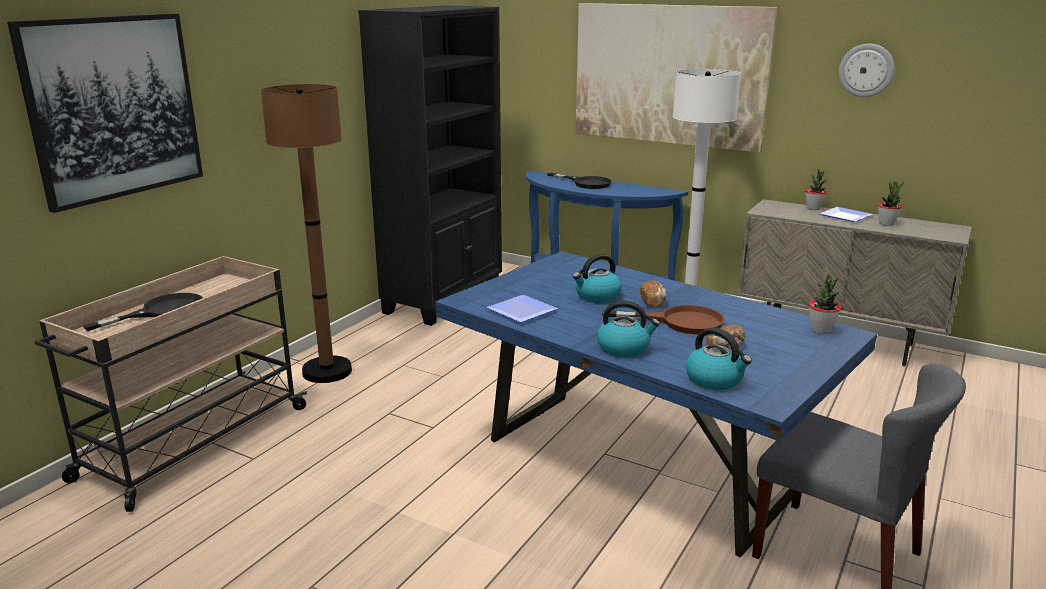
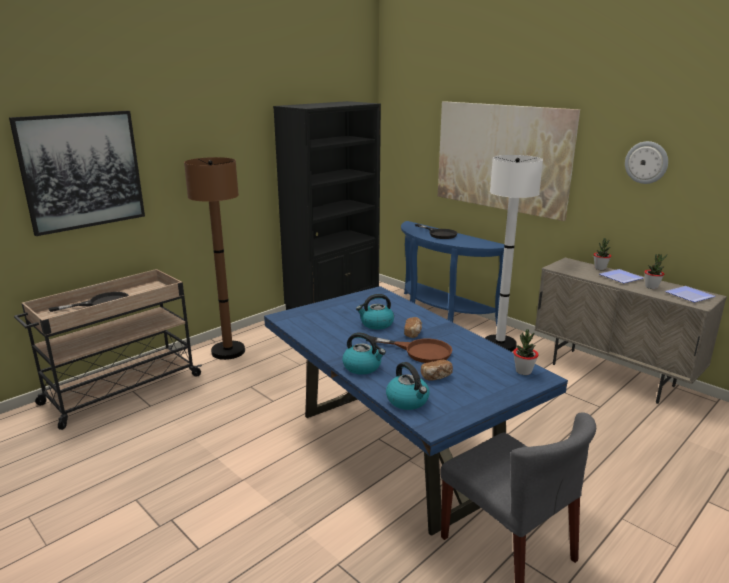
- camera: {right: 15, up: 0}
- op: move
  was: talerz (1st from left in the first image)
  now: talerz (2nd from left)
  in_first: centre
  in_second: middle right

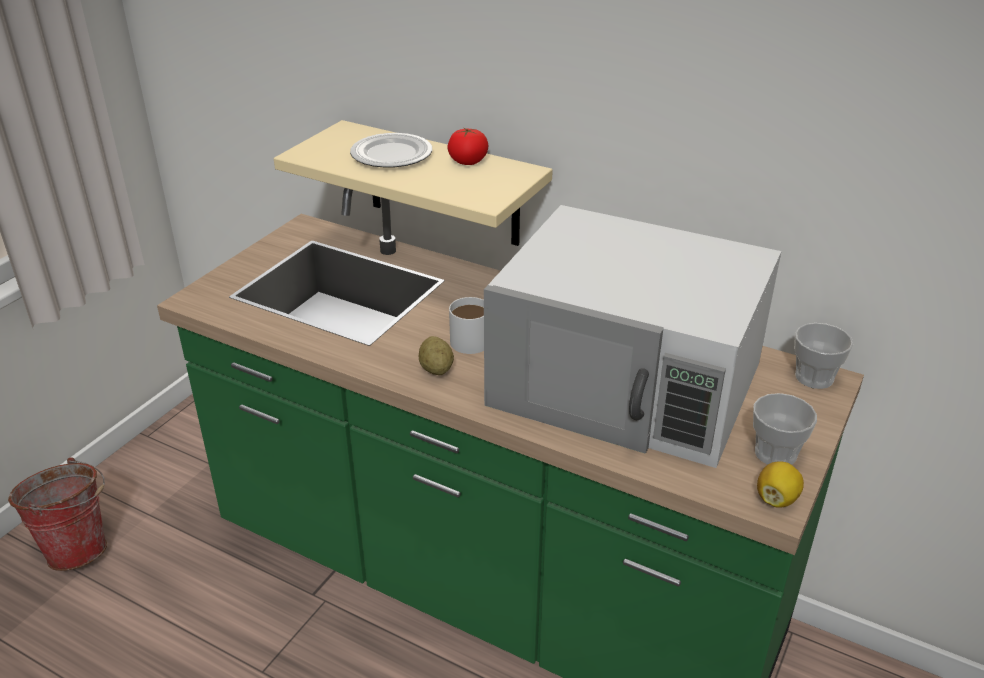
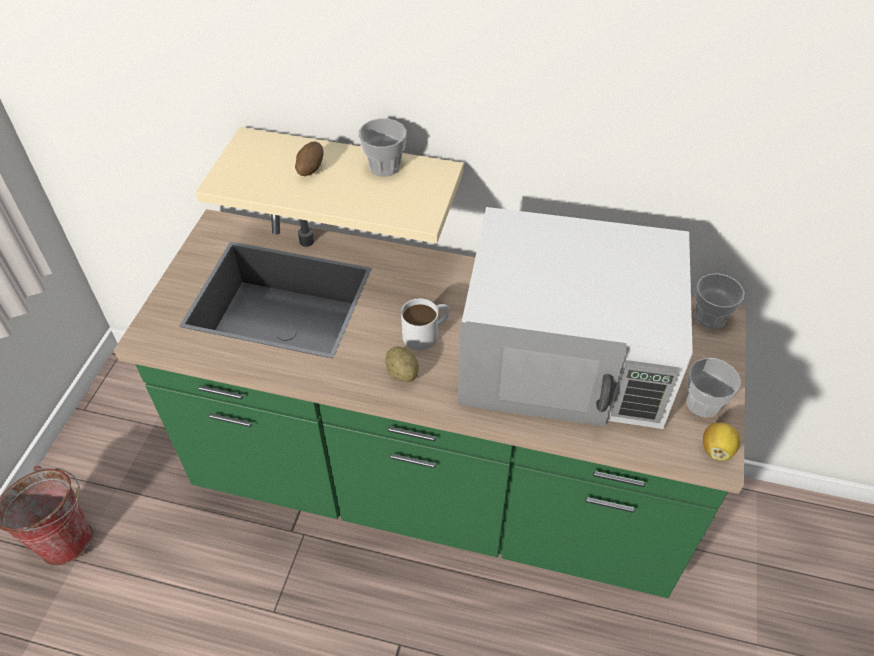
- camera: {right: -15, up: 15}
- op: replace
  was: talerz
  now: ziemniak (1st from left)
  in_first: top centre
  in_second: top centre
- op: replace
  was: pomidor
  now: filiżanka (1st from left)
  in_first: top centre
  in_second: top centre

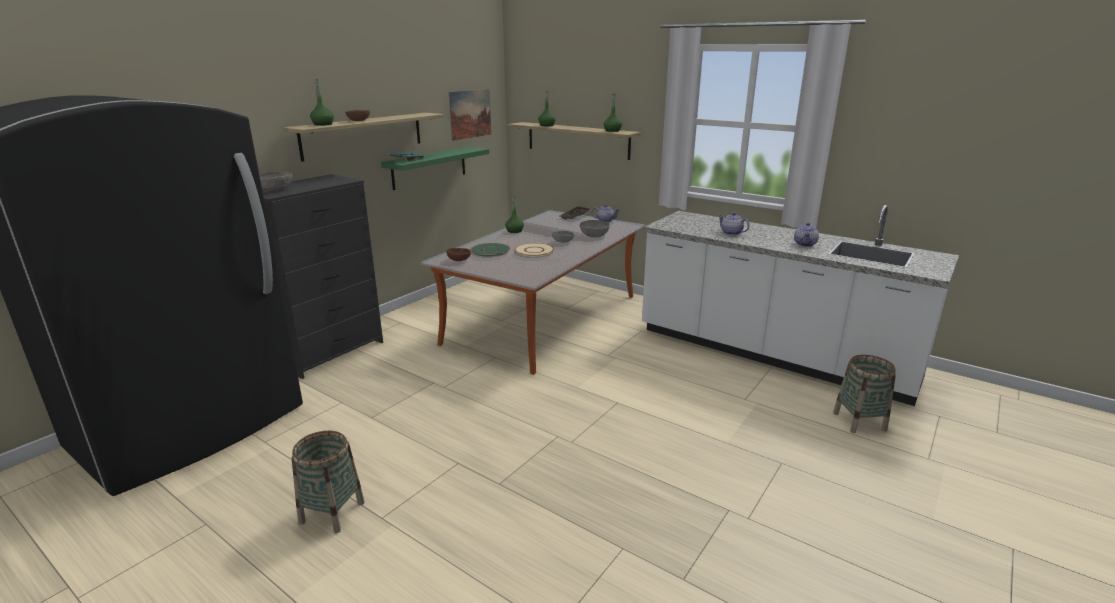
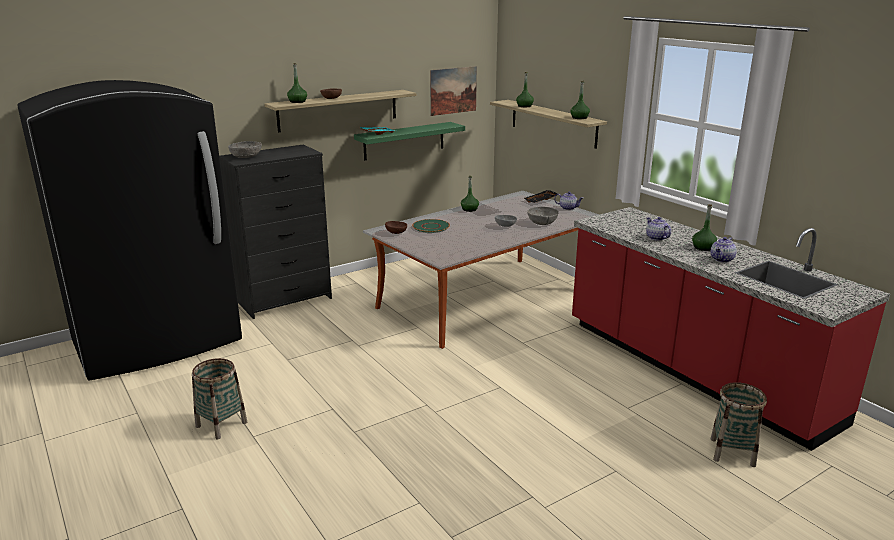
- camera: {right: 20, up: 0}
- op: recolor
  was: zabudowa kuchenna/biały
  now: zabudowa kuchenna/czerwony
  in_first: middle right
  in_second: middle right
- op: insert
  now: butelka/zielony (5th from left)
  in_second: middle right
- op: delete
  was: talerz/beżowy
  in_first: centre

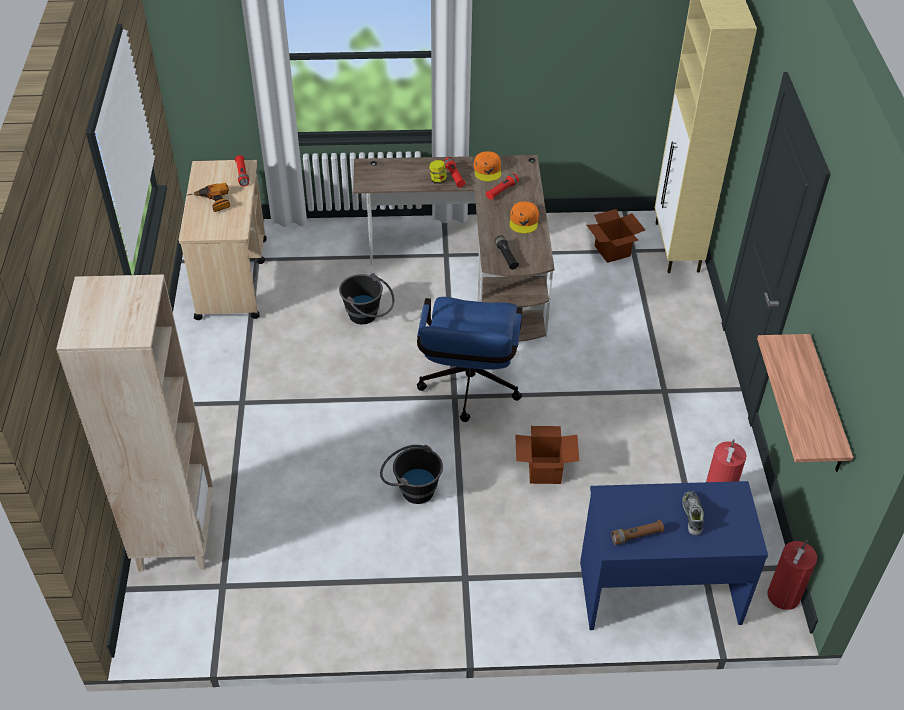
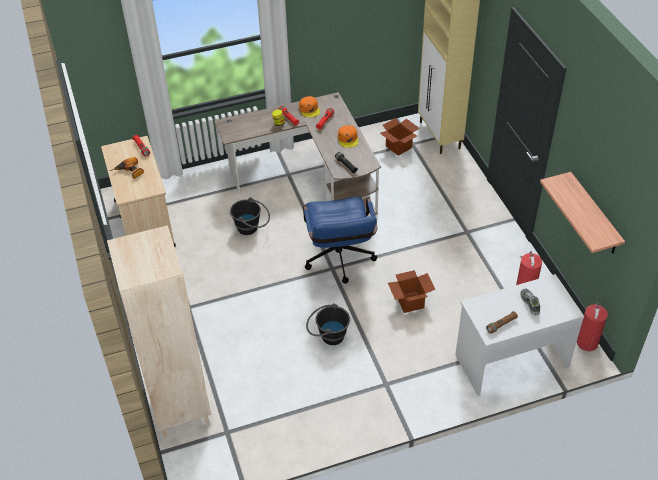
- camera: {right: -15, up: 0}
- op: recolor
  was: biurko/niebieski
  now: biurko/biały
  in_first: bottom right
  in_second: bottom right

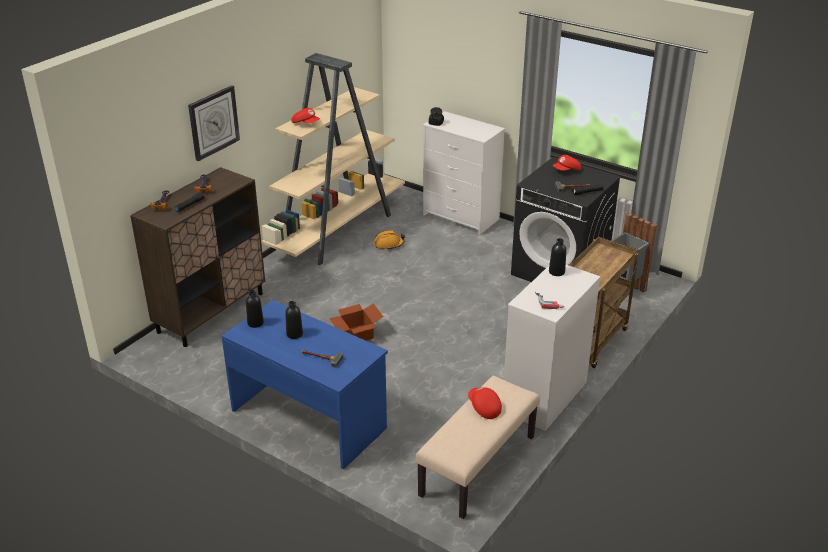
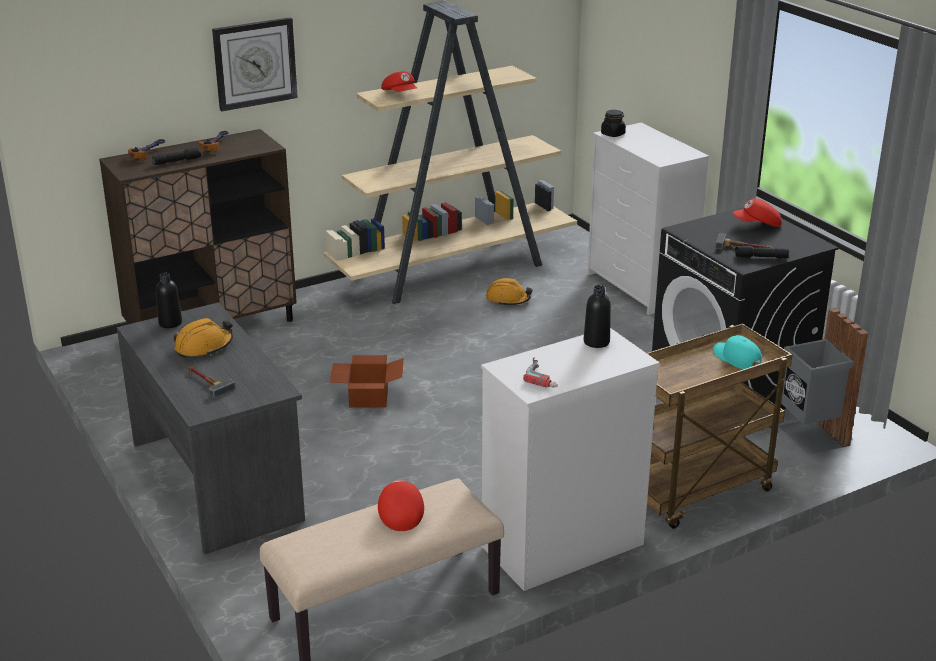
- camera: {right: 25, up: -5}
- op: recolor
  was: biurko/niebieski
  now: biurko/szary
  in_first: bottom centre
  in_second: middle left
- op: replace
  was: butelka/czarny (2nd from left)
  now: kask/pomarańczowy (1st from left)
  in_first: centre
  in_second: middle left
- op: insert
  now: czapka z daszkiem/turkusowy
  in_second: middle right

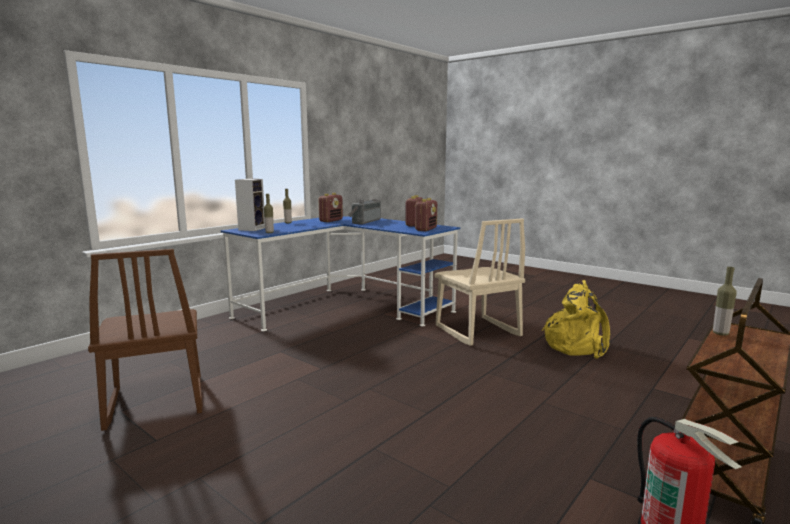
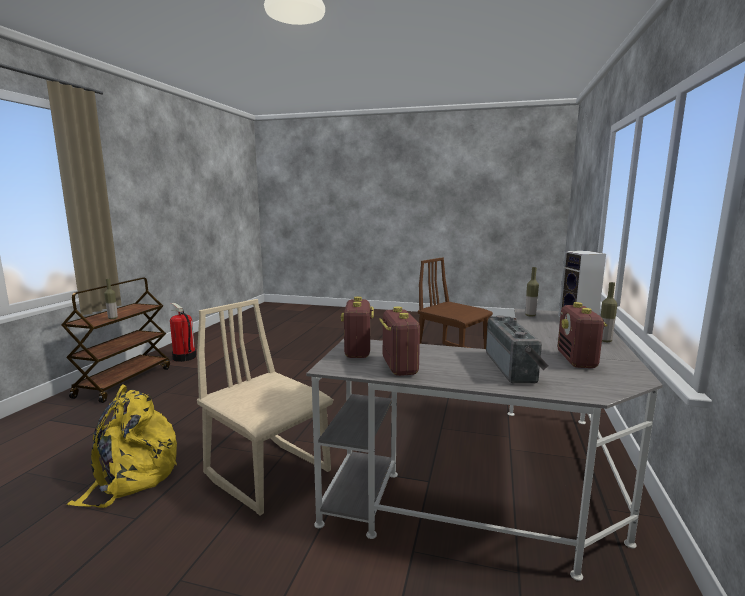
- camera: {right: 155, up: 0}
- op: recolor
  was: biurko/niebieski
  now: biurko/szary
  in_first: centre
  in_second: bottom centre

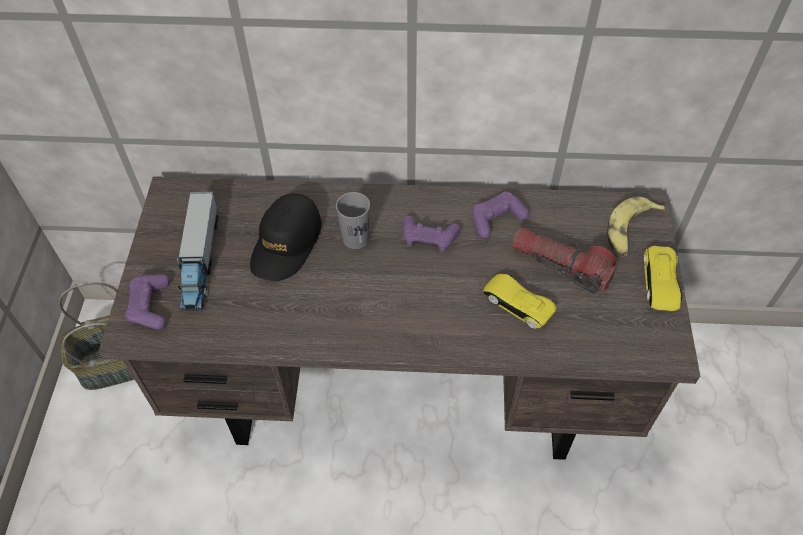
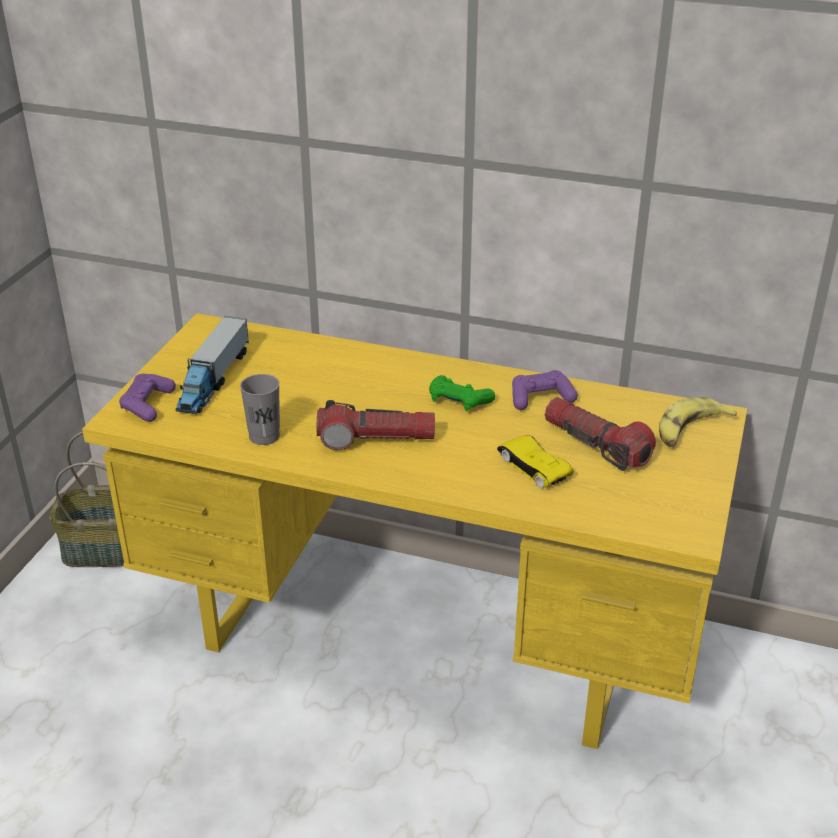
- camera: {right: 15, up: -20}
- op: recolor
  was: biurko/brązowy
  now: biurko/żółty
  in_first: centre
  in_second: centre
- op: move
  was: filiżanka/szary
  in_first: centre
  in_second: middle left
- op: insert
  now: latarka (1st from left)
  in_second: centre
- op: recolor
  was: pad do gier/fioletowy (2nd from left)
  now: pad do gier/zielony
  in_first: centre
  in_second: centre
- op: delete
  was: czapka z daszkiem/czarny
  in_first: centre
- op: delete
  was: samochodzik/żółty (2nd from left)
  in_first: middle right

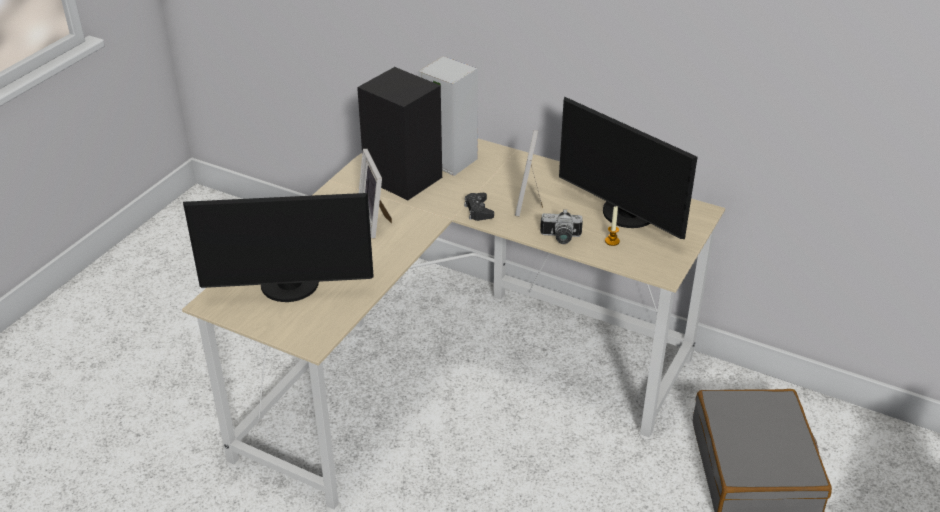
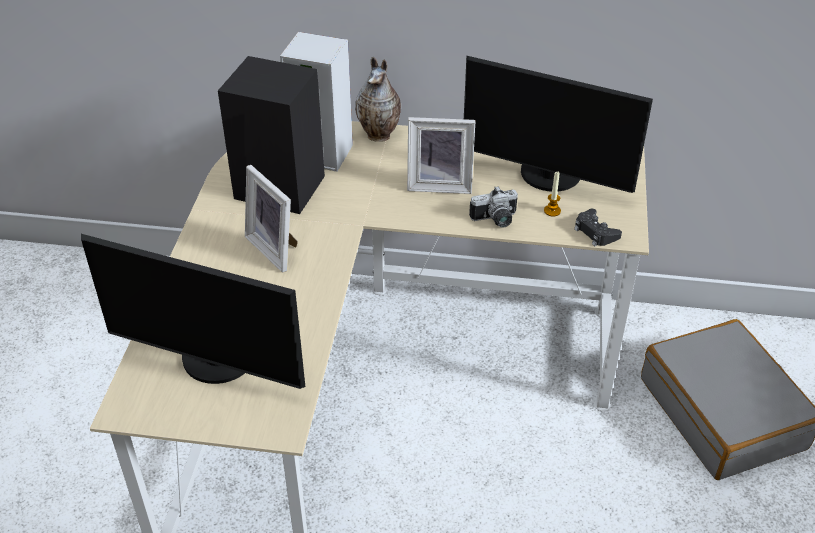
- camera: {right: -20, up: 5}
- op: rotate
  was: monitor (1st from left)
  in_first: middle left
  in_second: middle left
  clockwise: 45
- op: insert
  now: wazon
  in_second: top centre
- op: rotate
  was: ramka na zdjęcie (2nd from left)
  in_first: centre
  in_second: top centre
  clockwise: -75
- op: move
  was: pad do gier/czarny
  in_first: centre
  in_second: middle right

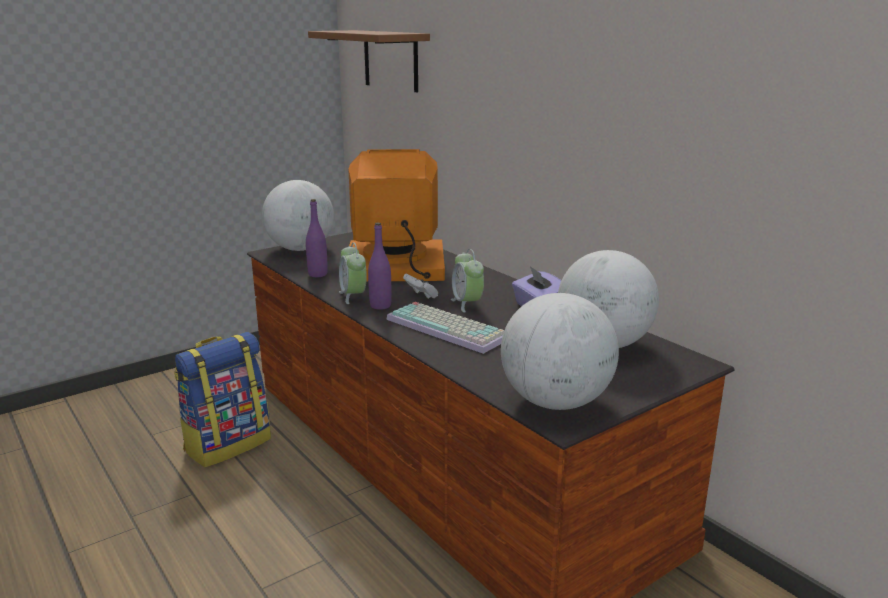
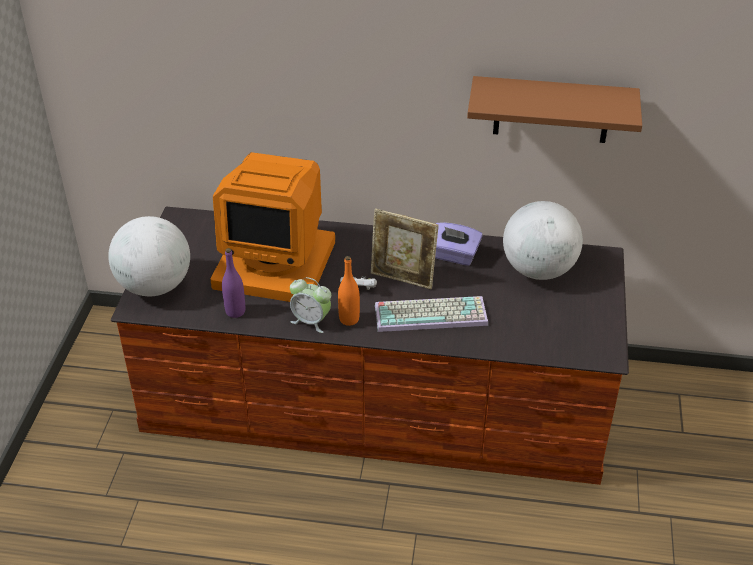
- camera: {right: -45, up: 20}
- op: rotate
  was: monitor
  in_first: centre
  in_second: centre
  clockwise: -120
- op: recolor
  was: butelka/fioletowy (2nd from left)
  now: butelka/pomarańczowy
  in_first: centre
  in_second: centre
- op: replace
  was: budzik (2nd from left)
  now: ramka na zdjęcie
  in_first: centre
  in_second: centre
- op: move
  was: półka/brązowy
  in_first: top centre
  in_second: top right
- op: delete
  was: plecak
  in_first: bottom left
- op: delete
  was: globus (2nd from left)
  in_first: centre

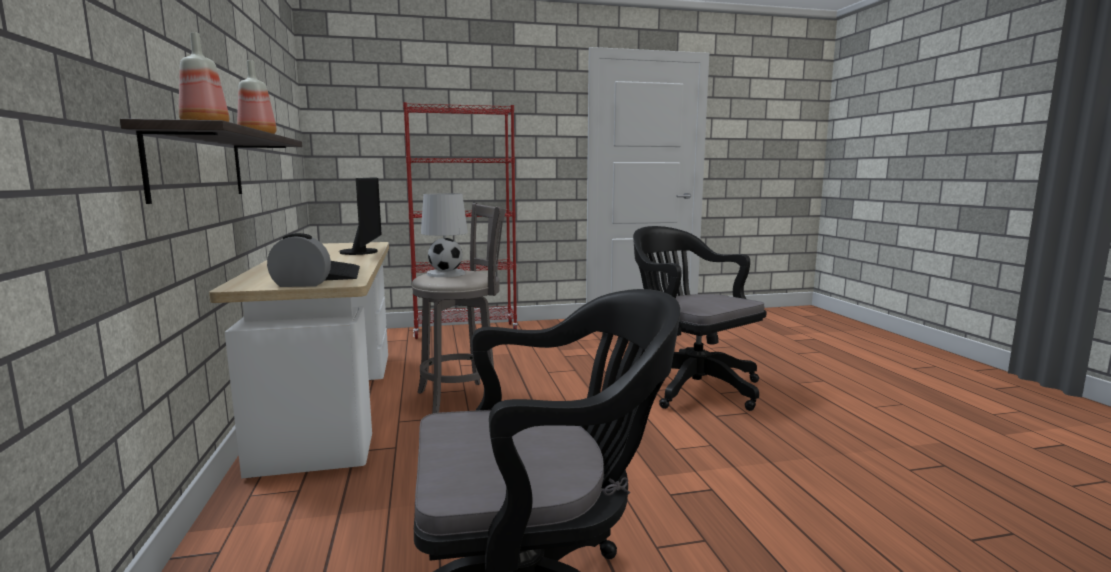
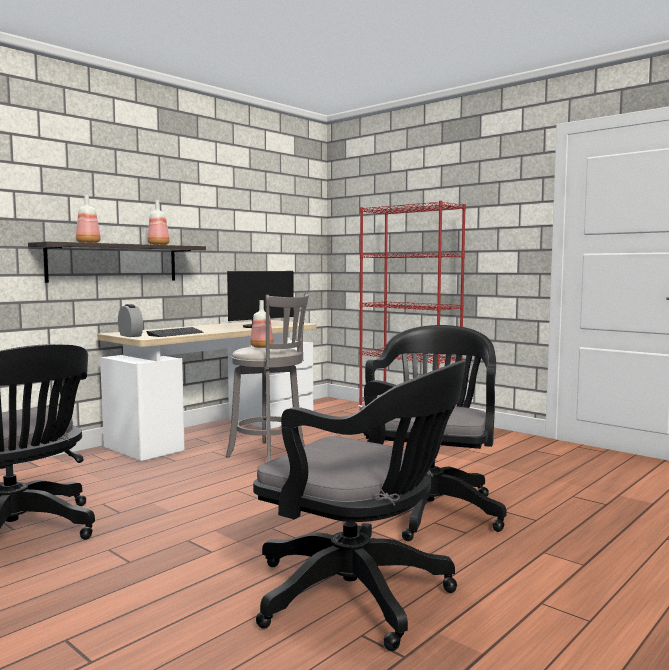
- camera: {right: 55, up: -5}
- op: replace
  was: lampa stołowa/biały
  now: butelka (3rd from left)
  in_first: centre
  in_second: centre
- op: insert
  now: krzesło biurowe/czarny (2nd from left)
  in_second: bottom centre

